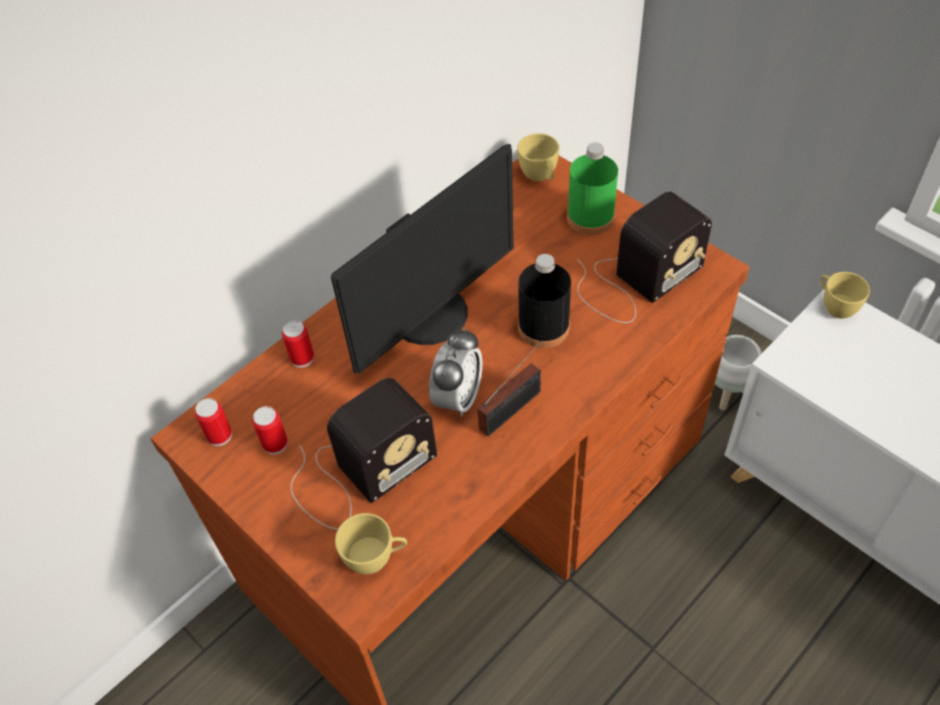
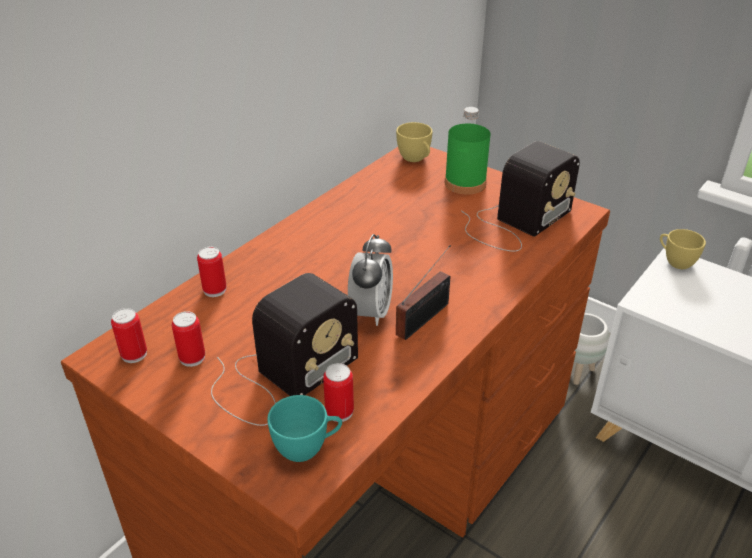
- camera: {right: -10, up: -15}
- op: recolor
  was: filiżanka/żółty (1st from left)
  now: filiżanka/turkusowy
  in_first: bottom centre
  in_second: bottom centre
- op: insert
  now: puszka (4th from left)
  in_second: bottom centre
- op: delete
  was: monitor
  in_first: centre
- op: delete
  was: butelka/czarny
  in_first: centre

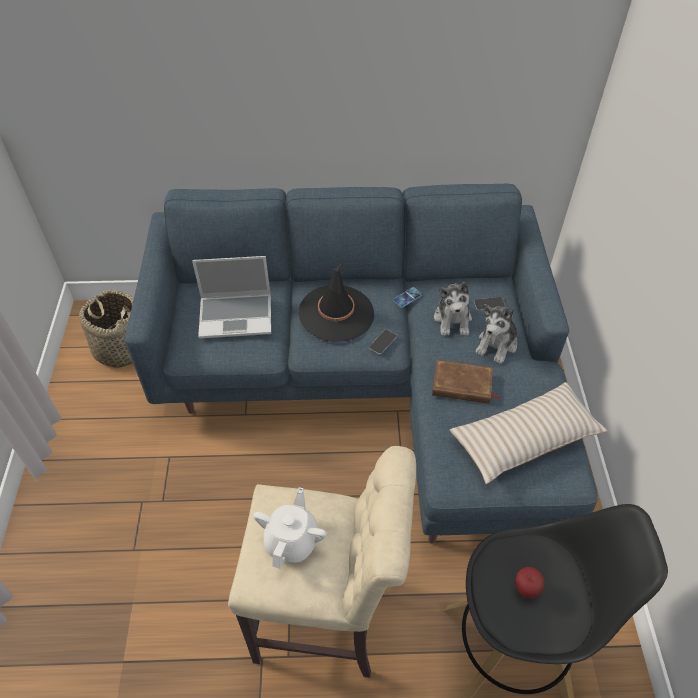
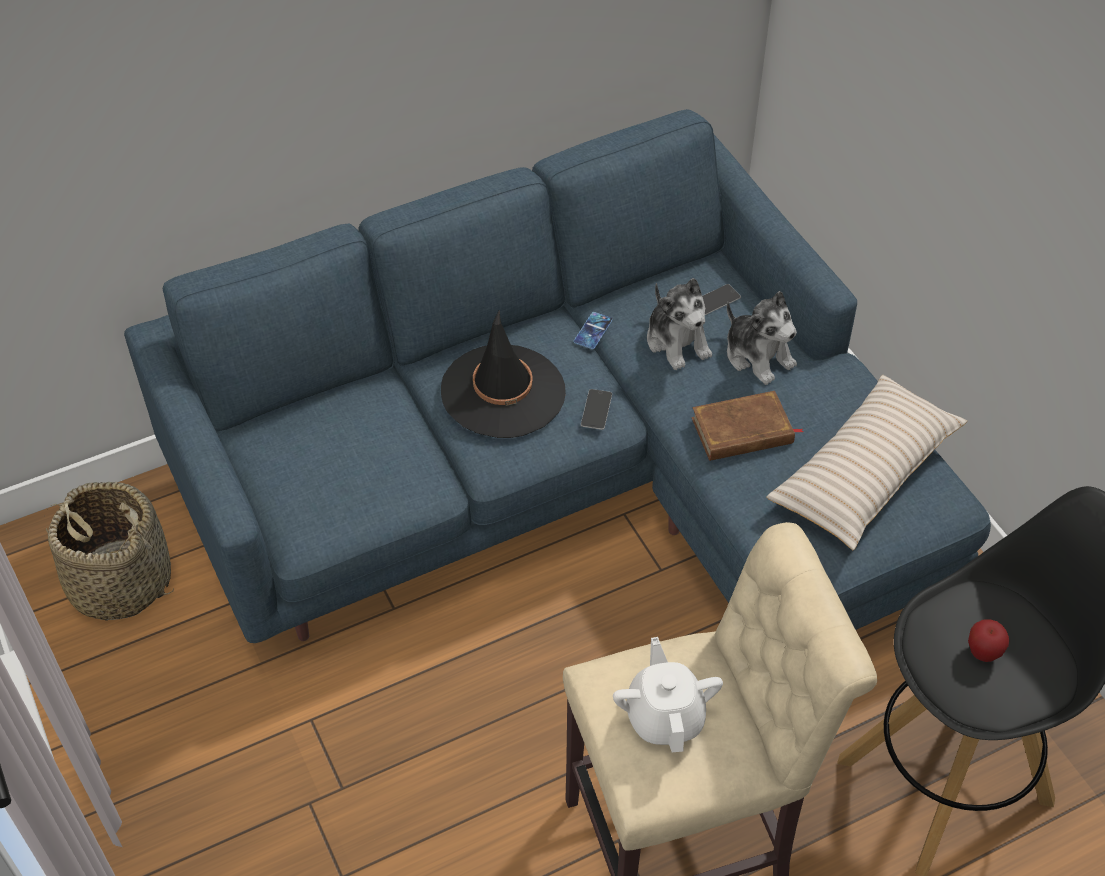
- camera: {right: -25, up: 0}
- op: rotate
  was: pluszak (2nd from left)
  in_first: middle right
  in_second: middle right
  clockwise: -45
- op: delete
  was: laptop
  in_first: middle left

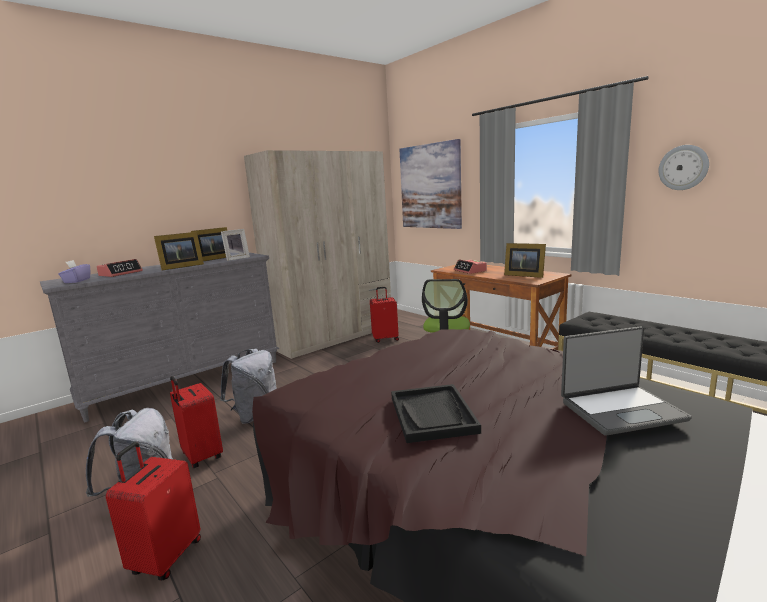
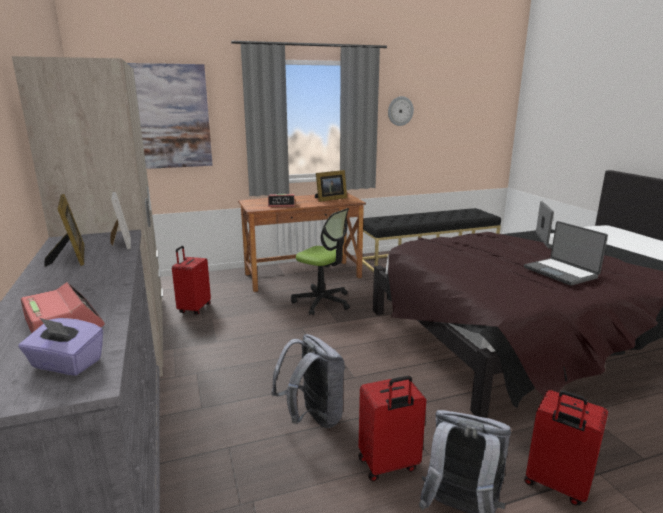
- camera: {right: -70, up: 5}
- op: replace
  was: taca/czarny
  now: laptop (2nd from left)
  in_first: bottom centre
  in_second: middle right
- op: delete
  was: ramka na zdjęcie (1st from left)
  in_first: middle left

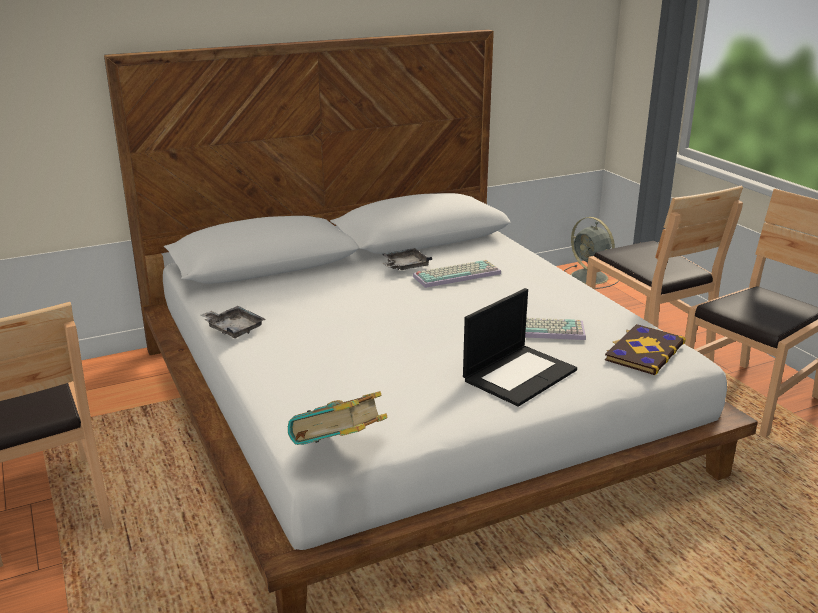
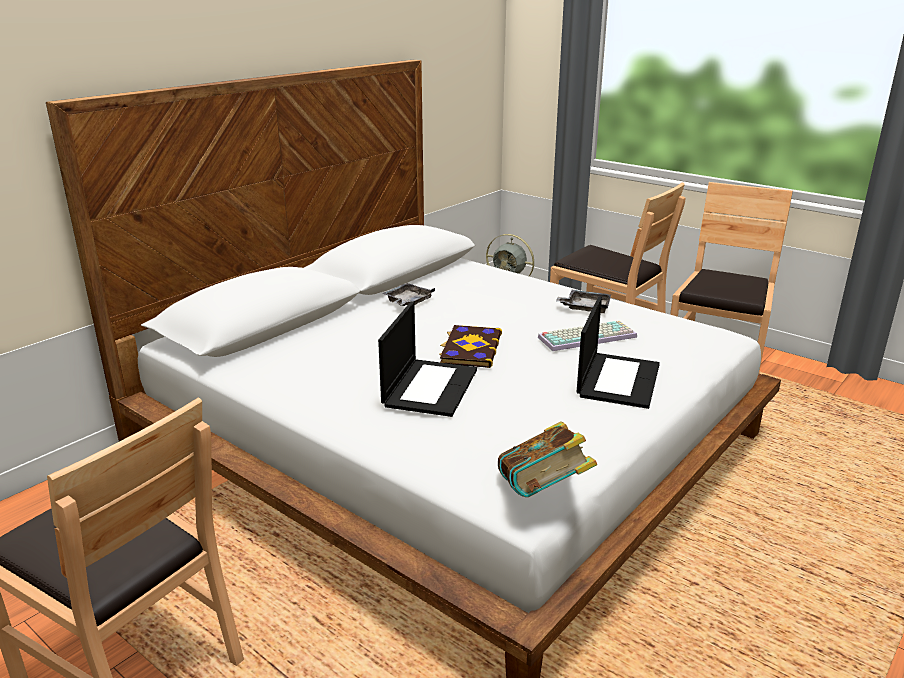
- camera: {right: -25, up: 0}
- op: insert
  now: laptop (1st from left)
  in_second: centre
- op: move
  was: książka (2nd from left in the first image)
  now: książka (1st from left)
  in_first: middle right
  in_second: centre
- op: move
  was: taca/szary (1st from left in the first image)
  now: taca/szary (2nd from left)
  in_first: middle left
  in_second: centre
- op: delete
  was: klawiatura (1st from left)
  in_first: centre

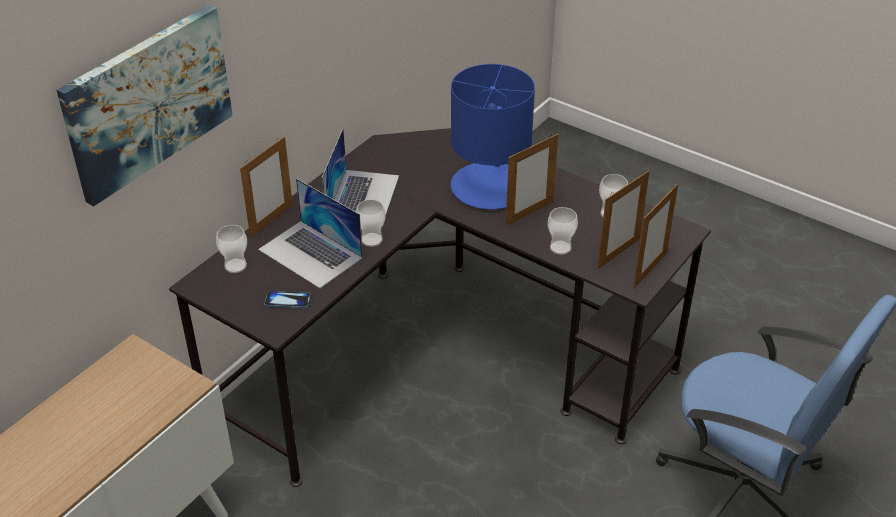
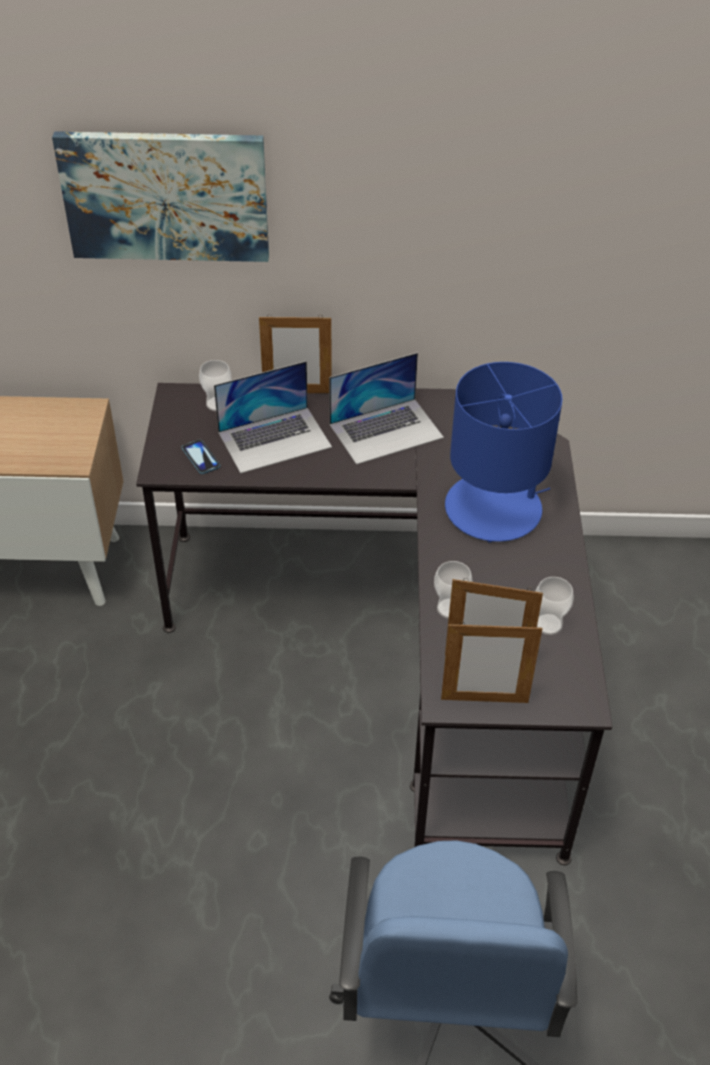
- camera: {right: 55, up: 5}
- op: rotate
  was: laptop (1st from left)
  in_first: centre
  in_second: centre
  clockwise: -120
- op: delete
  was: filiżanka (2nd from left)
  in_first: centre
- op: delete
  was: ramka na zdjęcie (2nd from left)
  in_first: centre

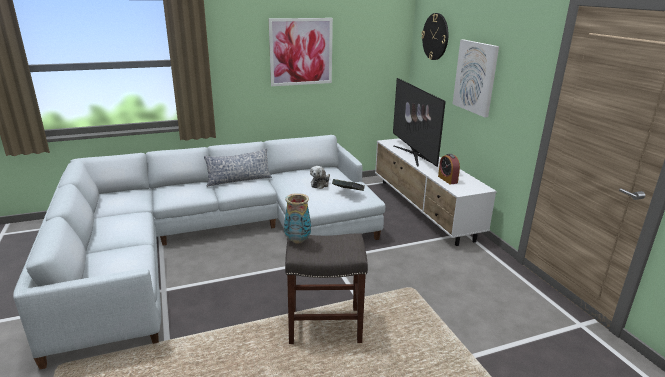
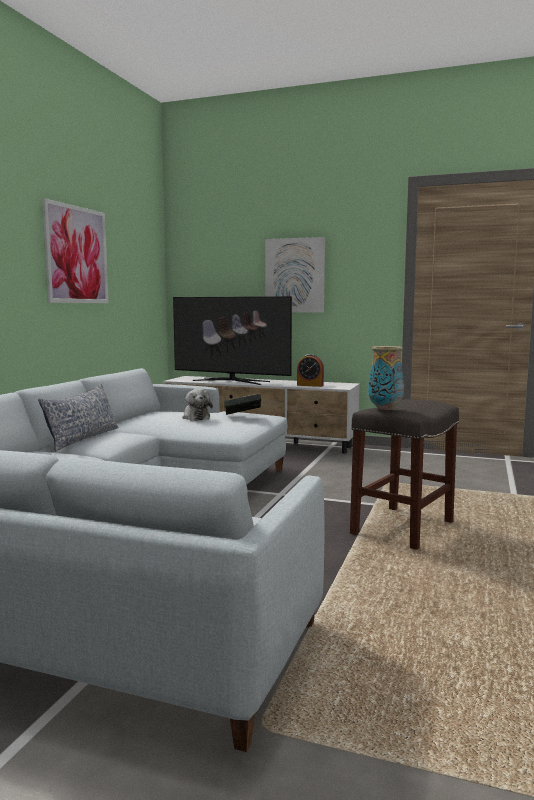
- camera: {right: -50, up: -15}
- op: delete
  was: zegar ścienny
  in_first: top centre

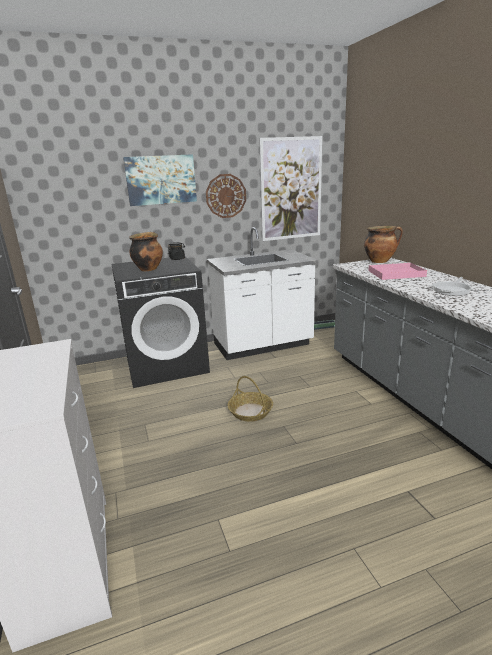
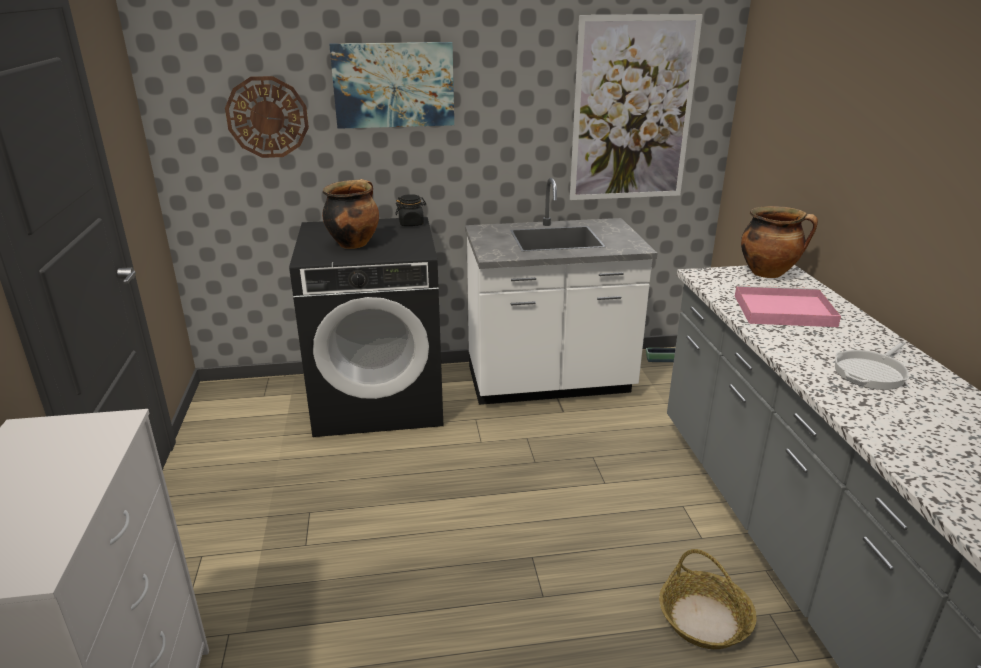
- camera: {right: 10, up: 5}
- op: move
  was: zegar ścienny
  in_first: top centre
  in_second: top left
- op: move
  was: koszyk
  in_first: centre
  in_second: bottom right

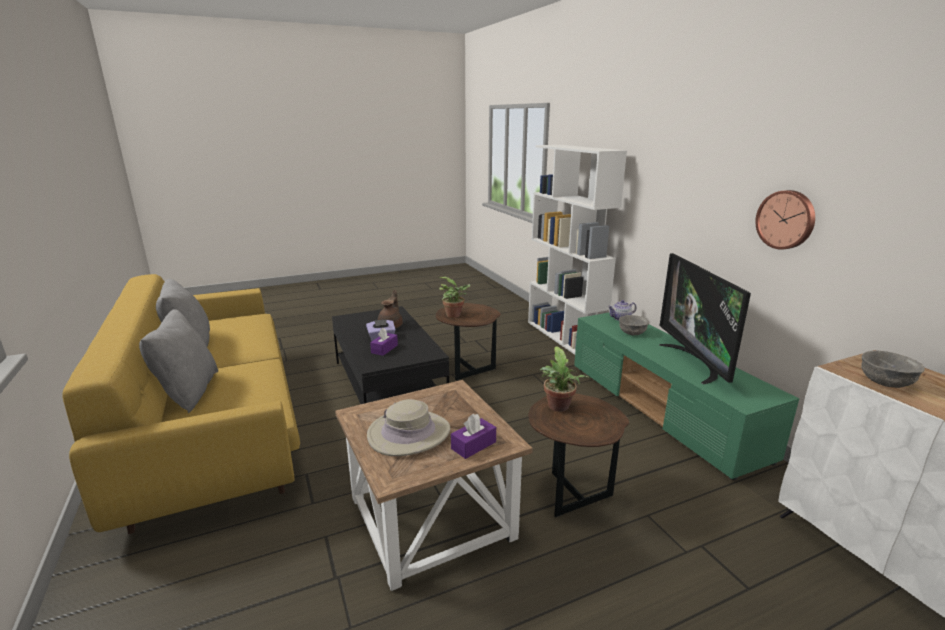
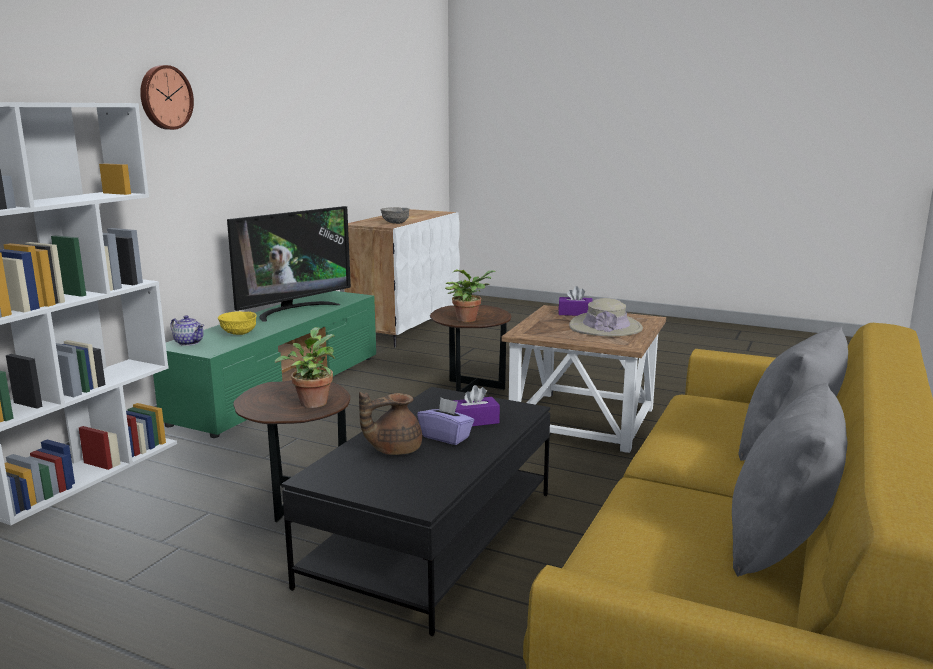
- camera: {right: -130, up: -5}
- op: move
  was: zegar ścienny
  in_first: middle right
  in_second: top left
- op: recolor
  was: miska/szary (1st from left)
  now: miska/żółty
  in_first: middle right
  in_second: middle left

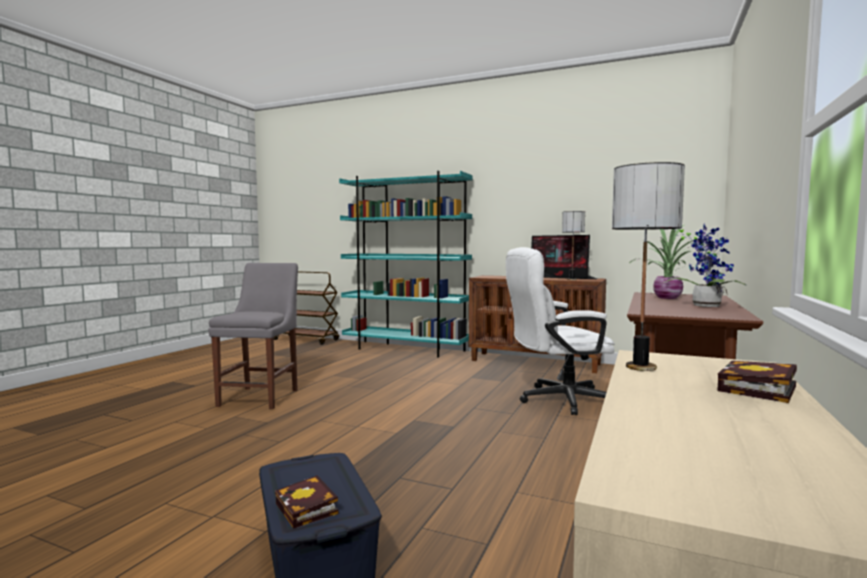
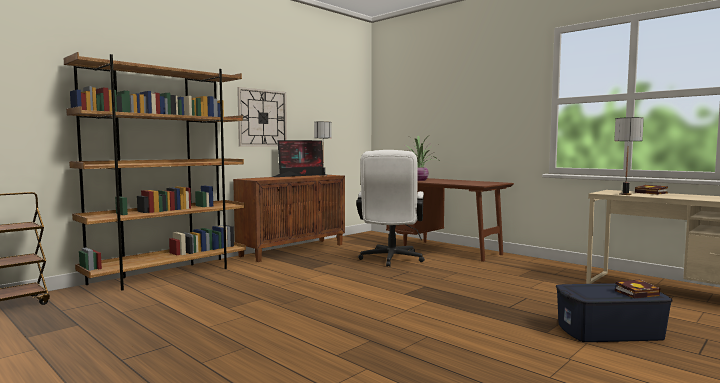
- camera: {right: -70, up: 0}
- op: recolor
  was: regał/turkusowy
  now: regał/brązowy
  in_first: centre
  in_second: middle left
- op: insert
  now: zegar ścienny
  in_second: top centre
- op: delete
  was: krzesło/szary
  in_first: middle left
- op: delete
  was: roślina doniczkowa (2nd from left)
  in_first: middle right

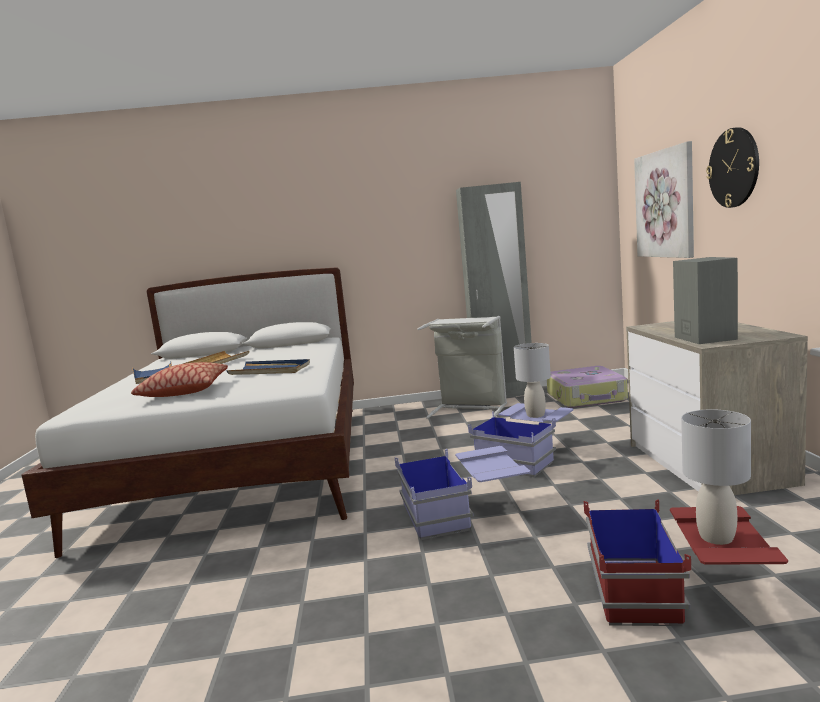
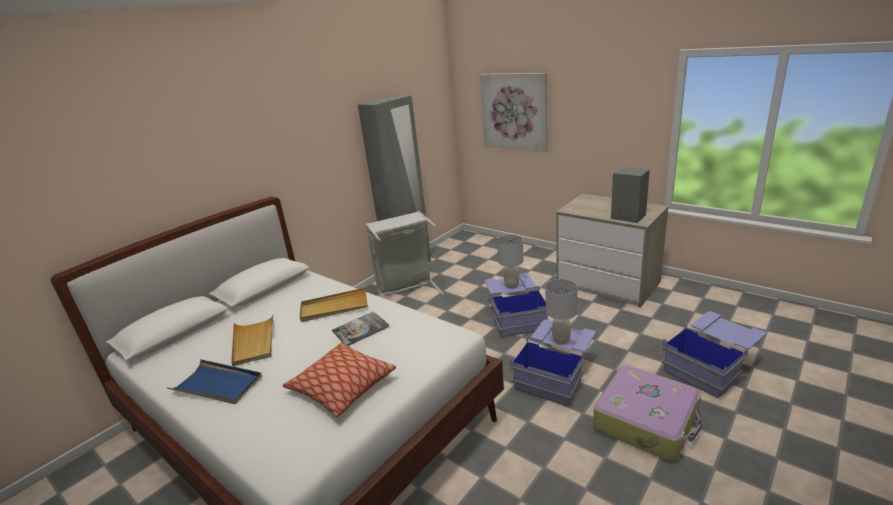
- camera: {right: -45, up: 15}
- op: insert
  now: taca/beżowy (2nd from left)
  in_second: centre
- op: replace
  was: taca/niebieski (2nd from left)
  now: książka
  in_first: middle left
  in_second: centre
- op: move
  was: lampa stołowa/szary (2nd from left)
  in_first: bottom right
  in_second: centre
- op: move
  was: walizka
  in_first: middle right
  in_second: bottom right
- op: recolor
  was: pojemnik do przechowywania/czerwony
  now: pojemnik do przechowywania/niebieski (3rd from left)
  in_first: bottom right
  in_second: bottom right
- op: delete
  was: zegar ścienny
  in_first: top right

